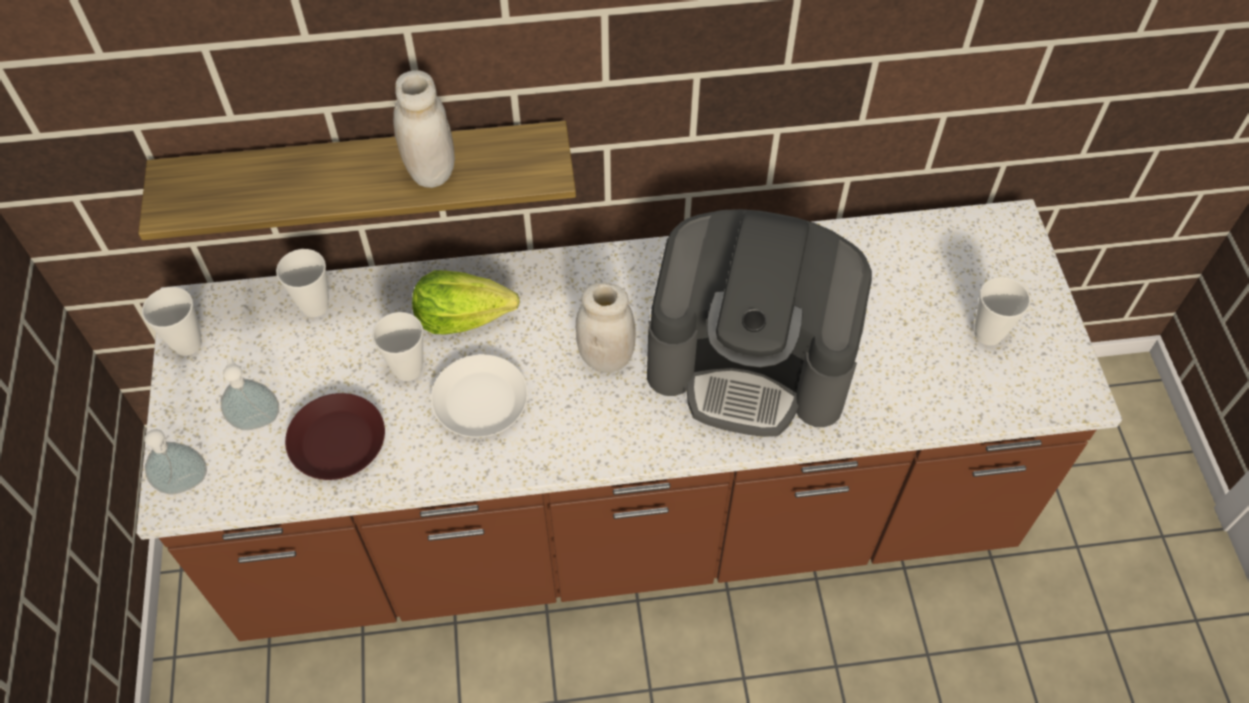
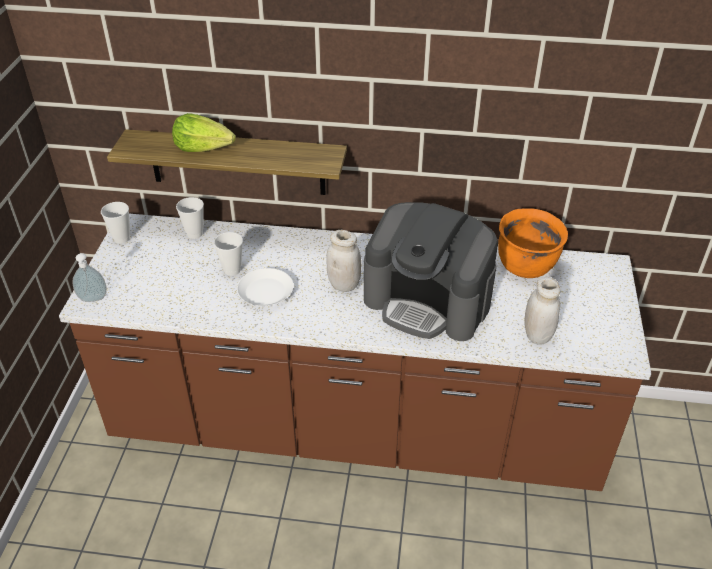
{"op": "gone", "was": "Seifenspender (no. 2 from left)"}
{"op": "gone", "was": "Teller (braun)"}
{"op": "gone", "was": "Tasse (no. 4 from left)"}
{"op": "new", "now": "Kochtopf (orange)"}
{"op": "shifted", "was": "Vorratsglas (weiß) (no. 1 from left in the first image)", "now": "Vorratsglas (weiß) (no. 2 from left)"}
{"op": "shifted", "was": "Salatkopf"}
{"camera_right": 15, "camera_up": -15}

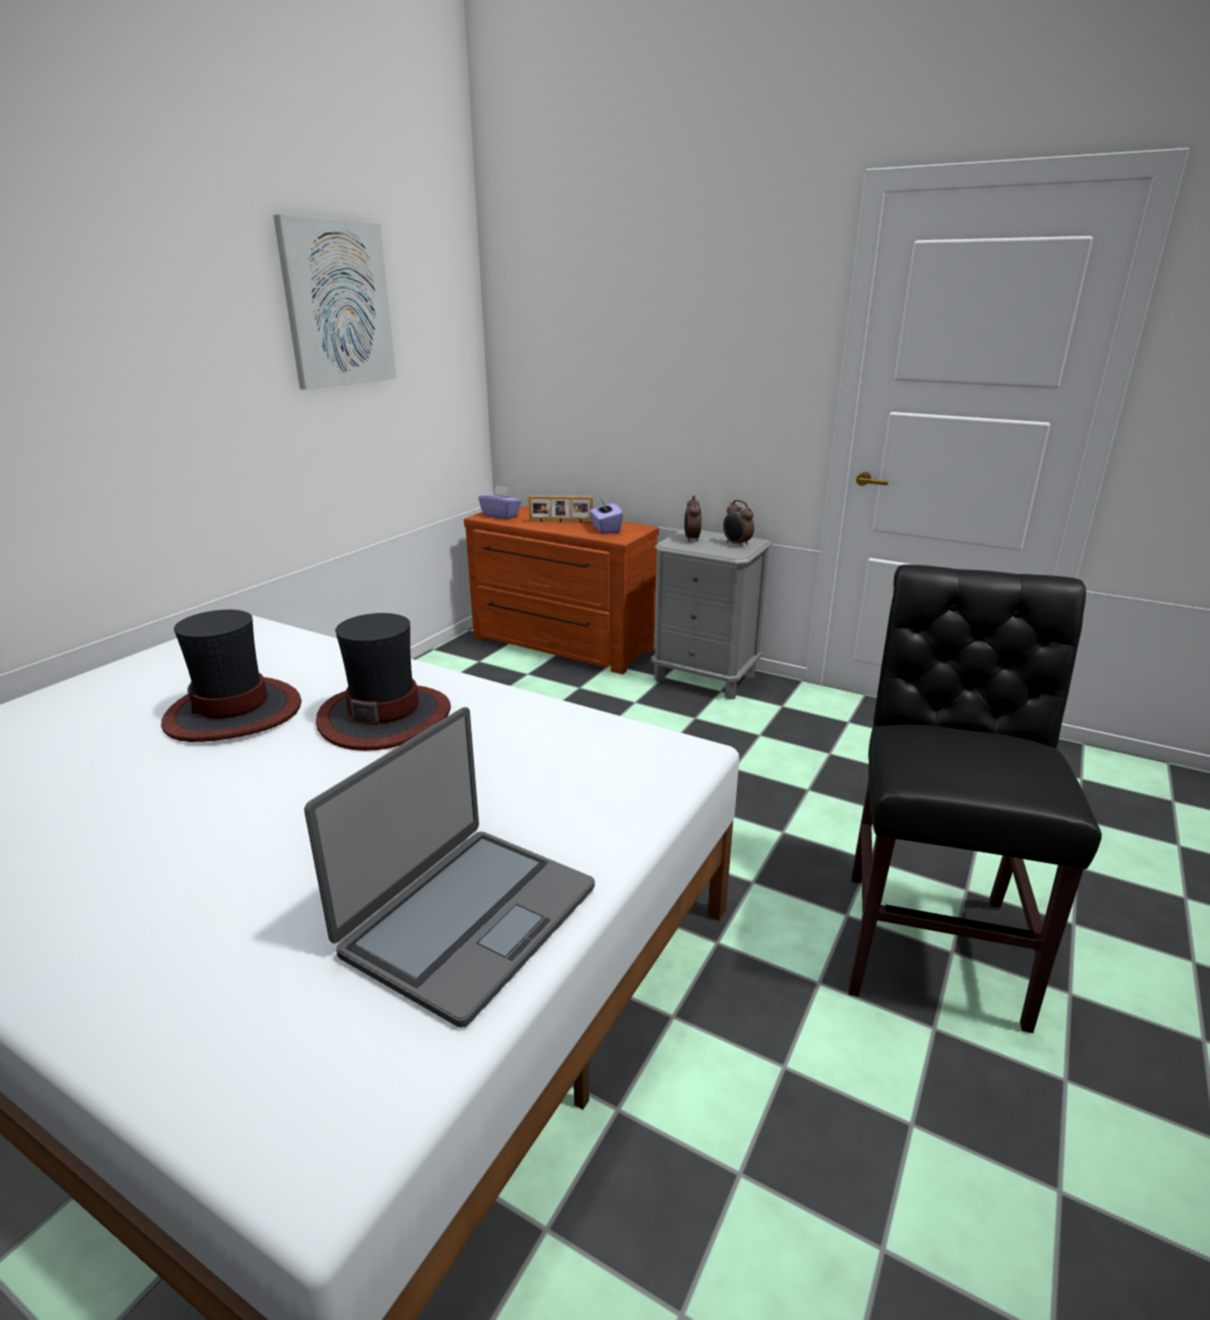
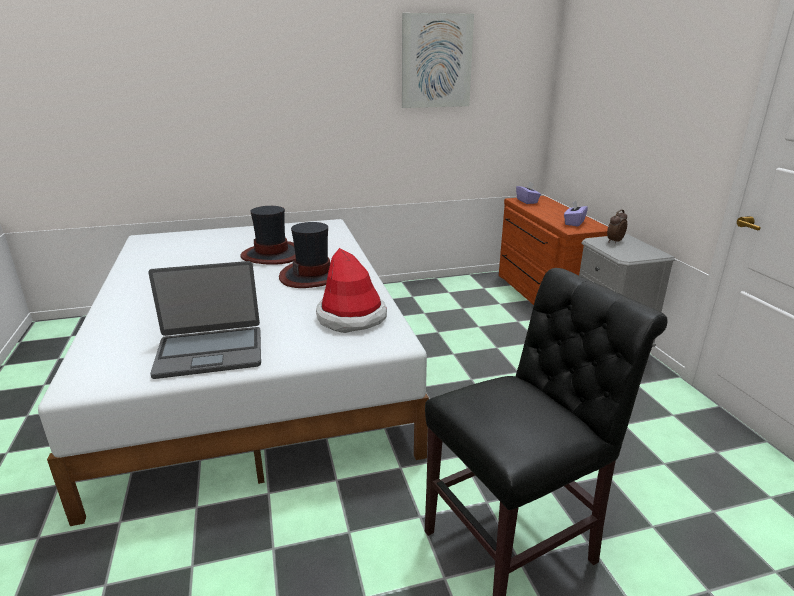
{"op": "gone", "was": "Bilderrahmen"}
{"op": "gone", "was": "Wecker (no. 2 from left)"}
{"op": "new", "now": "Hut (no. 3 from left)"}
{"camera_right": 45, "camera_up": 0}

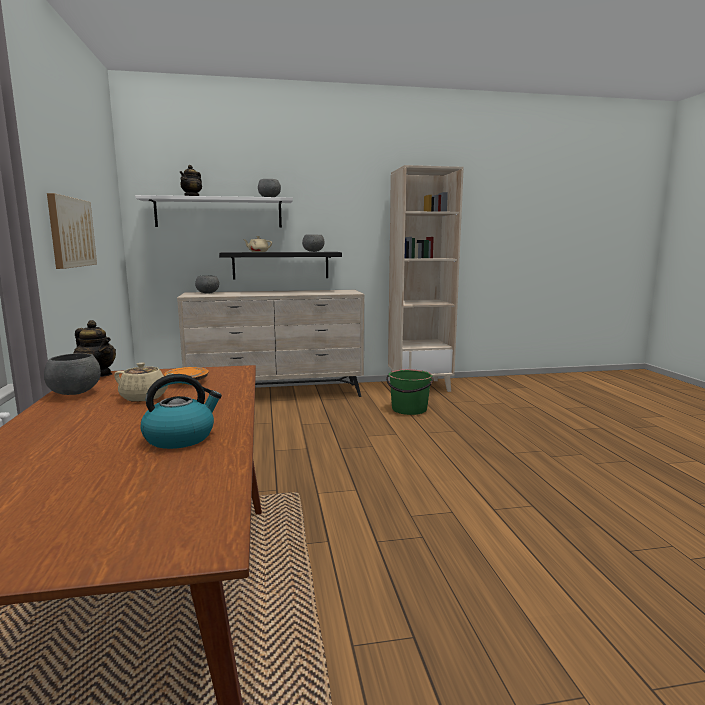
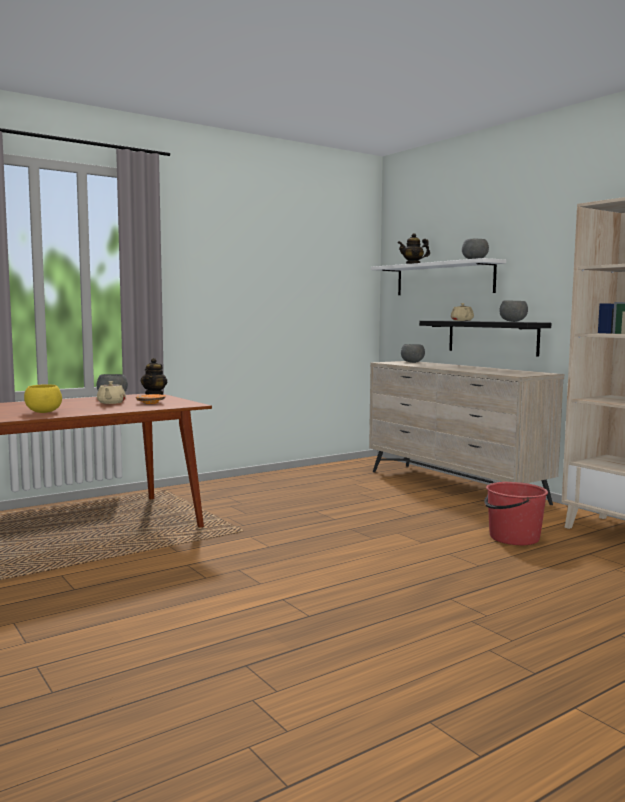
{"op": "gone", "was": "Bild"}
{"op": "swapped", "was": "Wasserkessel", "now": "Schüssel (gelb)"}
{"op": "repainted", "was": "Eimer (grün)", "now": "Eimer (rot)"}
{"camera_right": 65, "camera_up": -5}

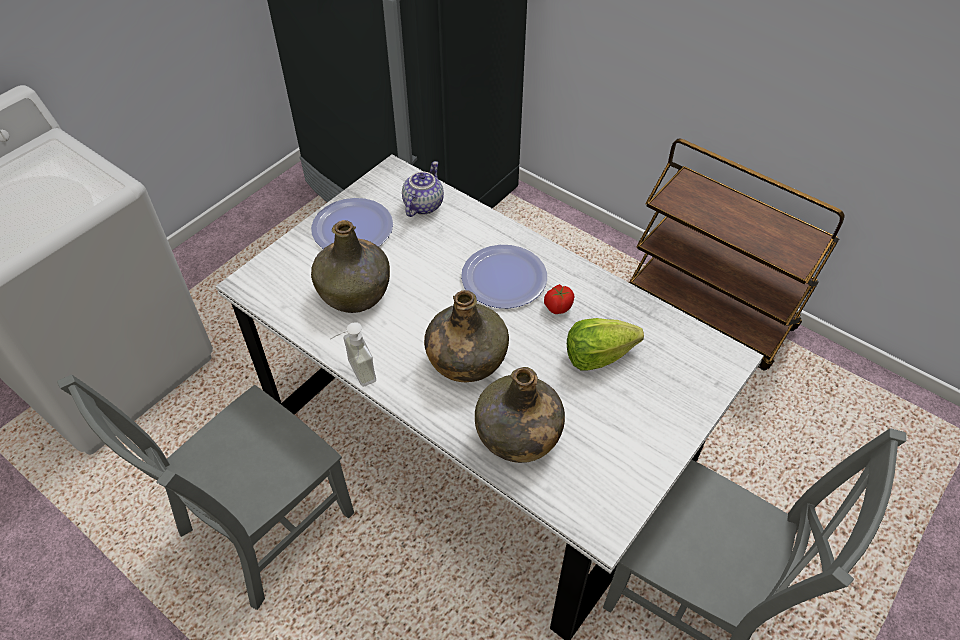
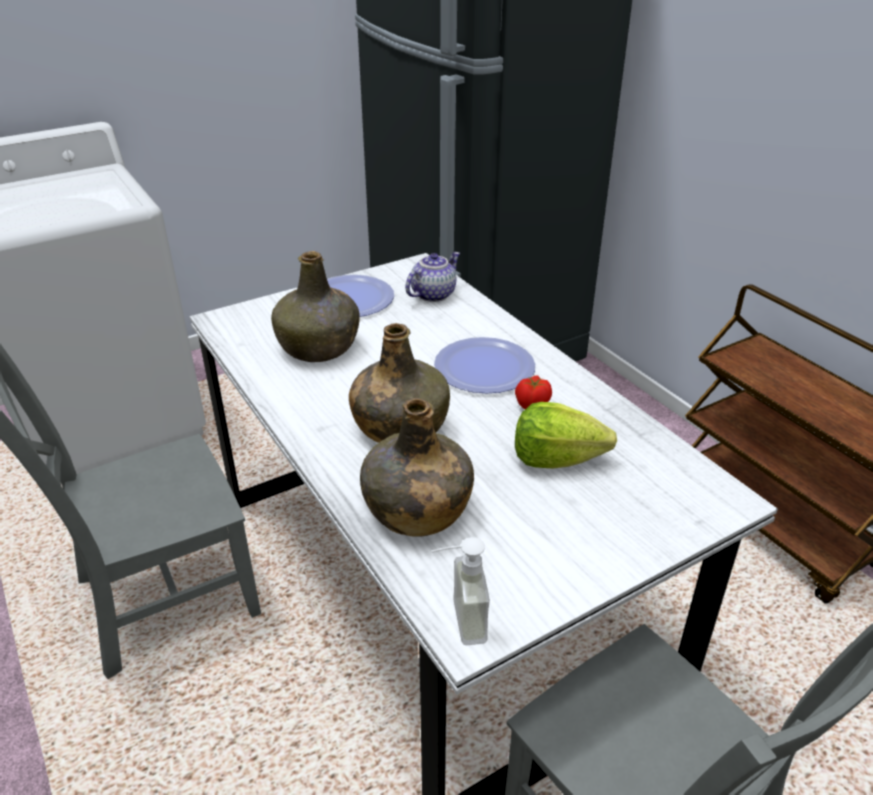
{"op": "shifted", "was": "Seifenspender"}
{"camera_right": 20, "camera_up": -15}

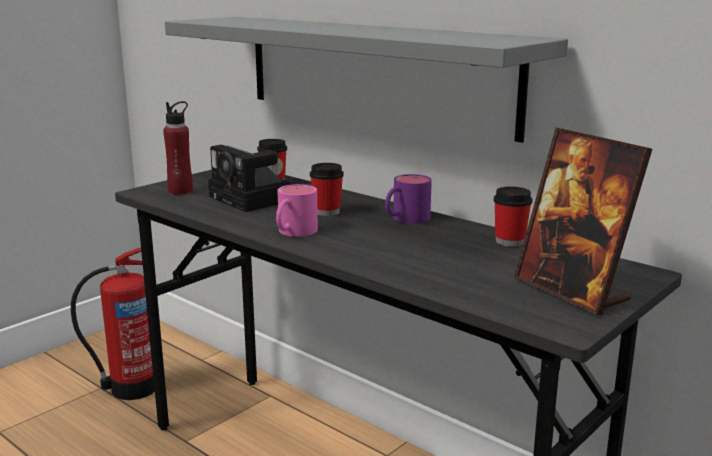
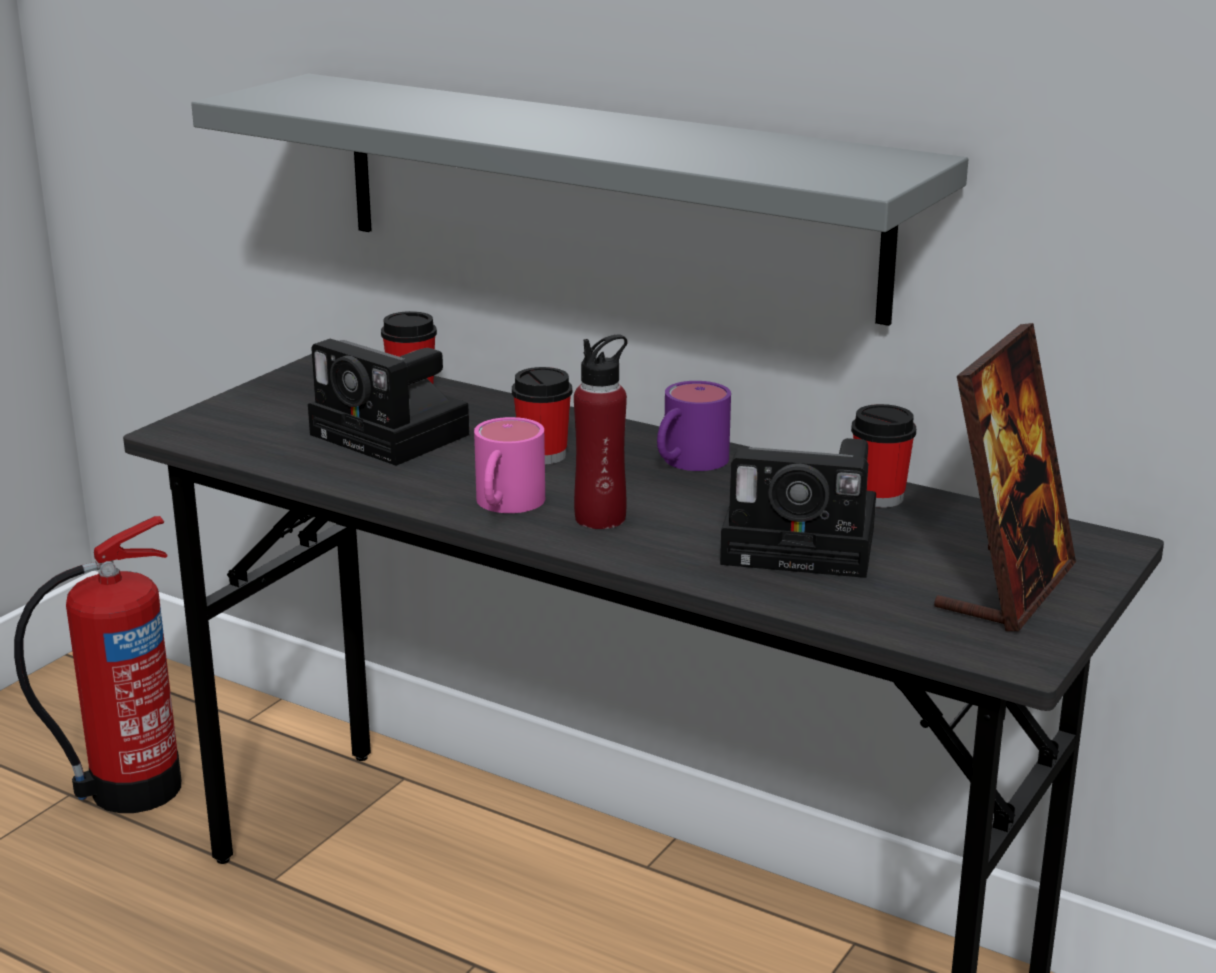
{"op": "new", "now": "Kamera (no. 2 from left)"}
{"op": "shifted", "was": "Flasche (rot)"}
{"op": "rotated", "was": "Bilderrahmen", "clockwise": -105}
{"camera_right": -10, "camera_up": 5}

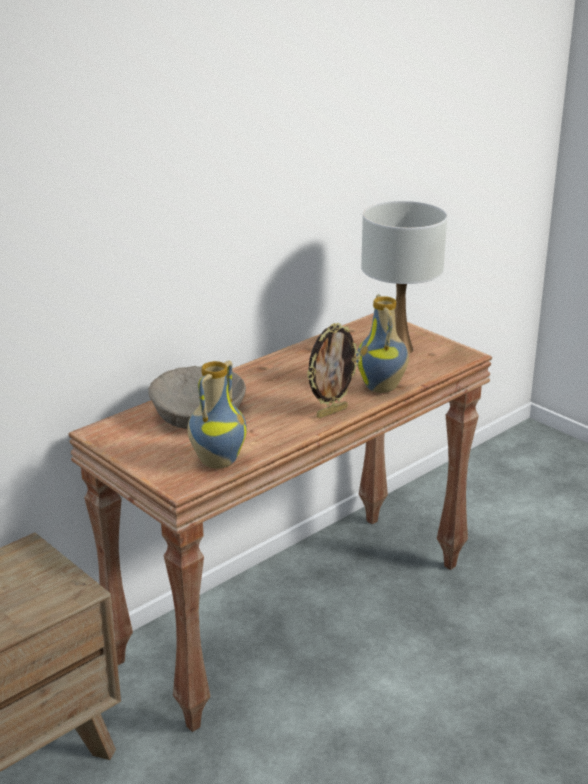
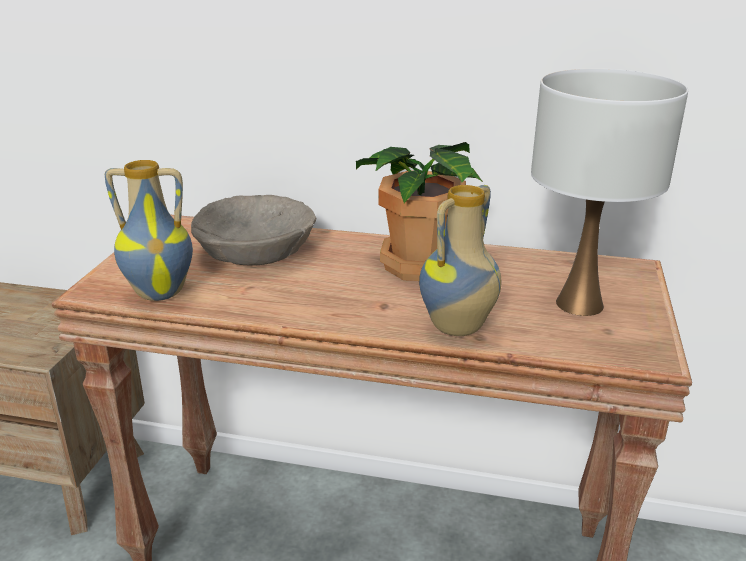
{"op": "gone", "was": "Bilderrahmen"}
{"op": "new", "now": "Topfpflanze"}
{"camera_right": 55, "camera_up": 0}

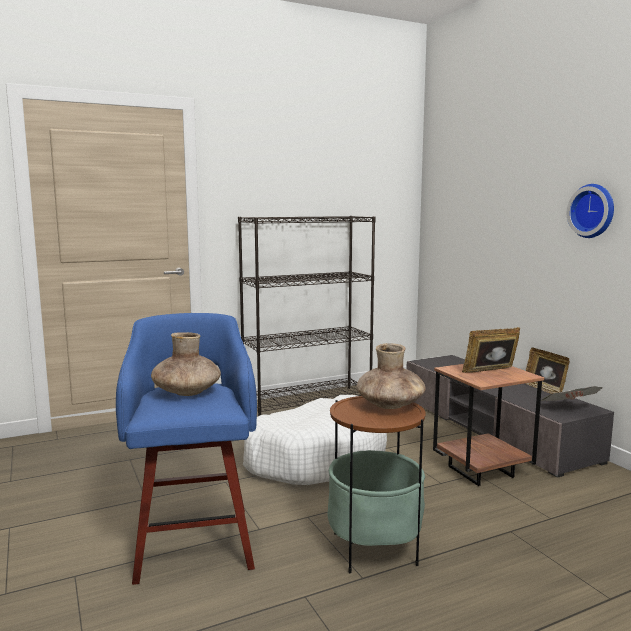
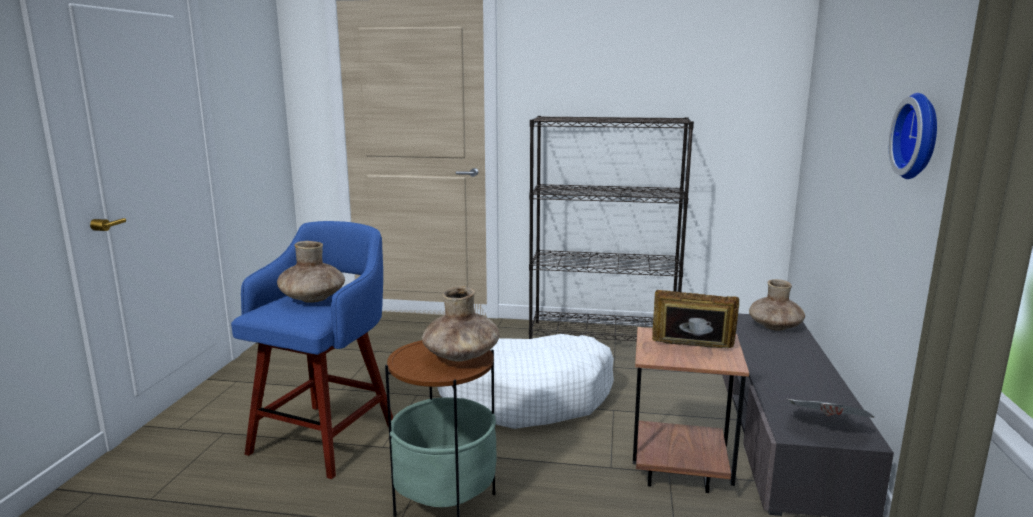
{"op": "gone", "was": "Bilderrahmen (no. 2 from left)"}
{"op": "new", "now": "Vase (braun) (no. 3 from left)"}
{"camera_right": 35, "camera_up": 5}

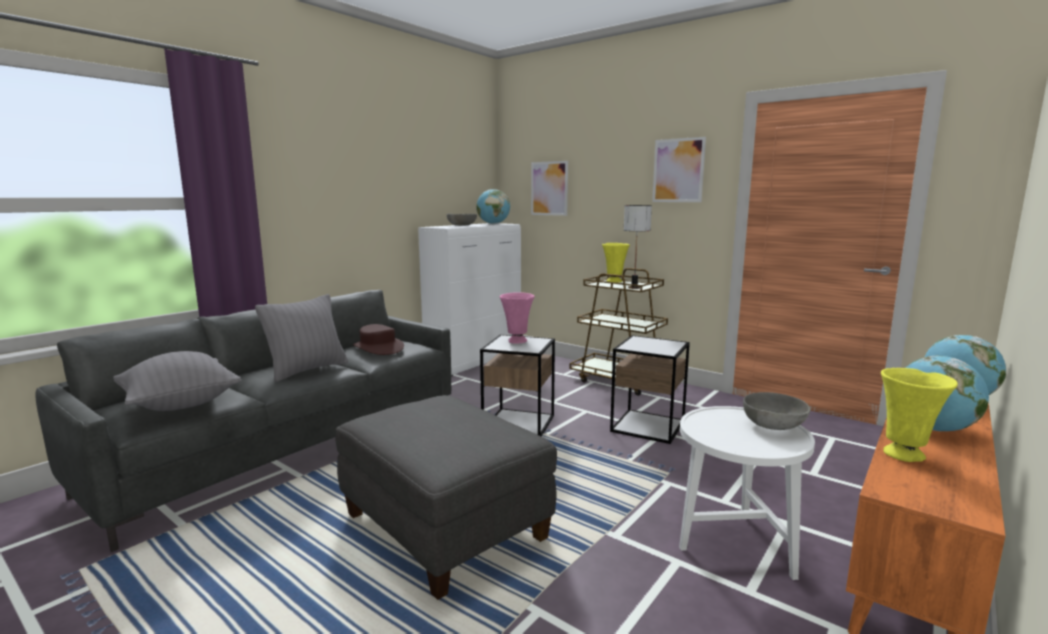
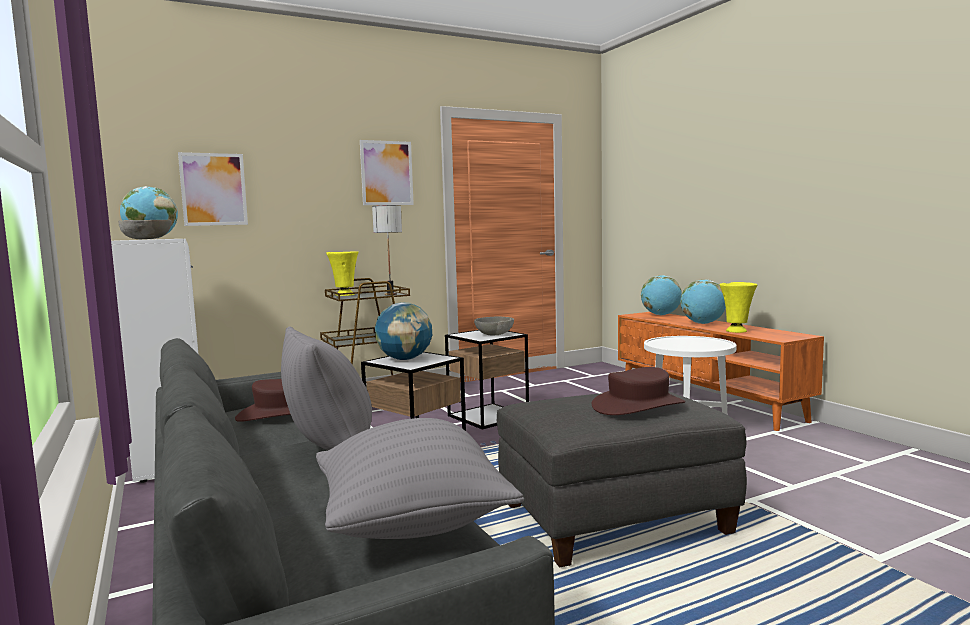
{"op": "new", "now": "Hut (braun) (no. 2 from left)"}
{"op": "shifted", "was": "Schüssel (grau) (no. 2 from left)"}
{"op": "swapped", "was": "Vase (rosa)", "now": "Globus (no. 2 from left)"}
{"camera_right": -65, "camera_up": -5}

